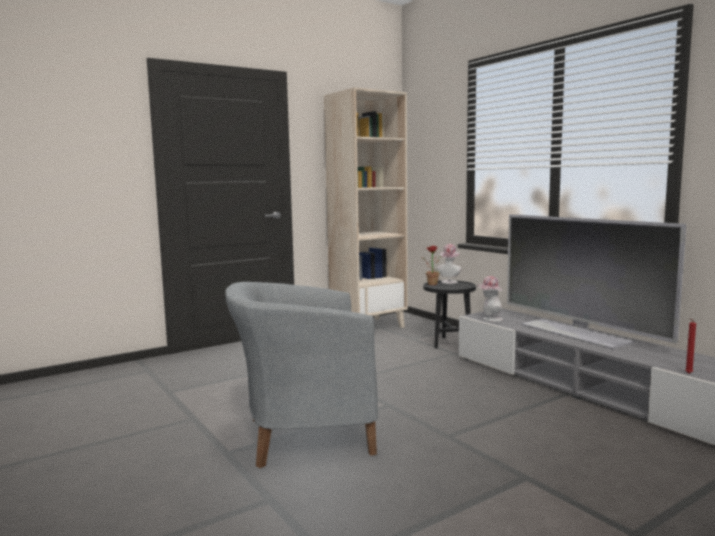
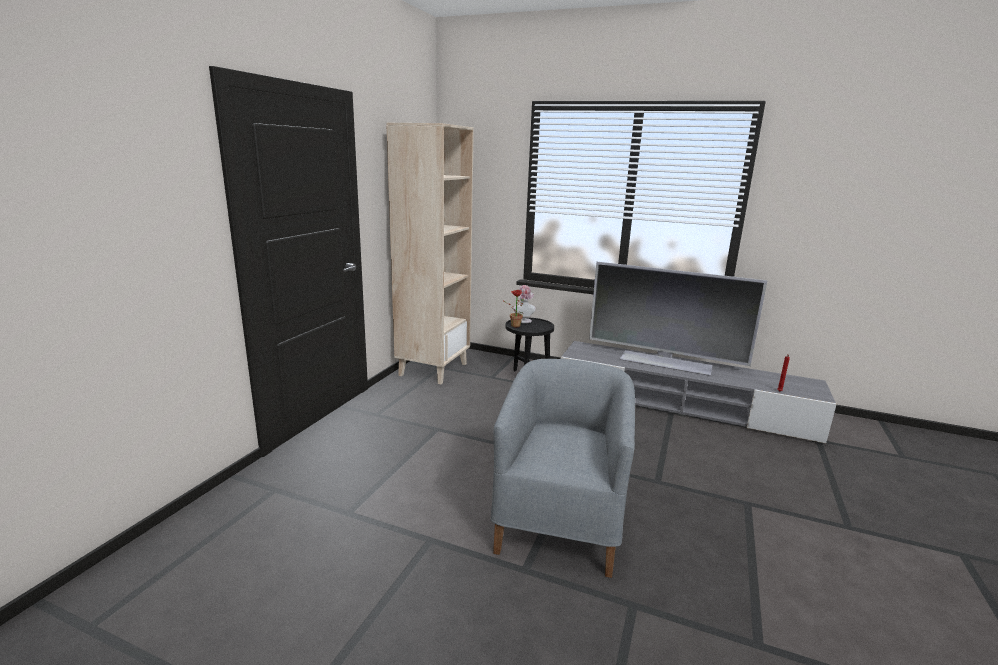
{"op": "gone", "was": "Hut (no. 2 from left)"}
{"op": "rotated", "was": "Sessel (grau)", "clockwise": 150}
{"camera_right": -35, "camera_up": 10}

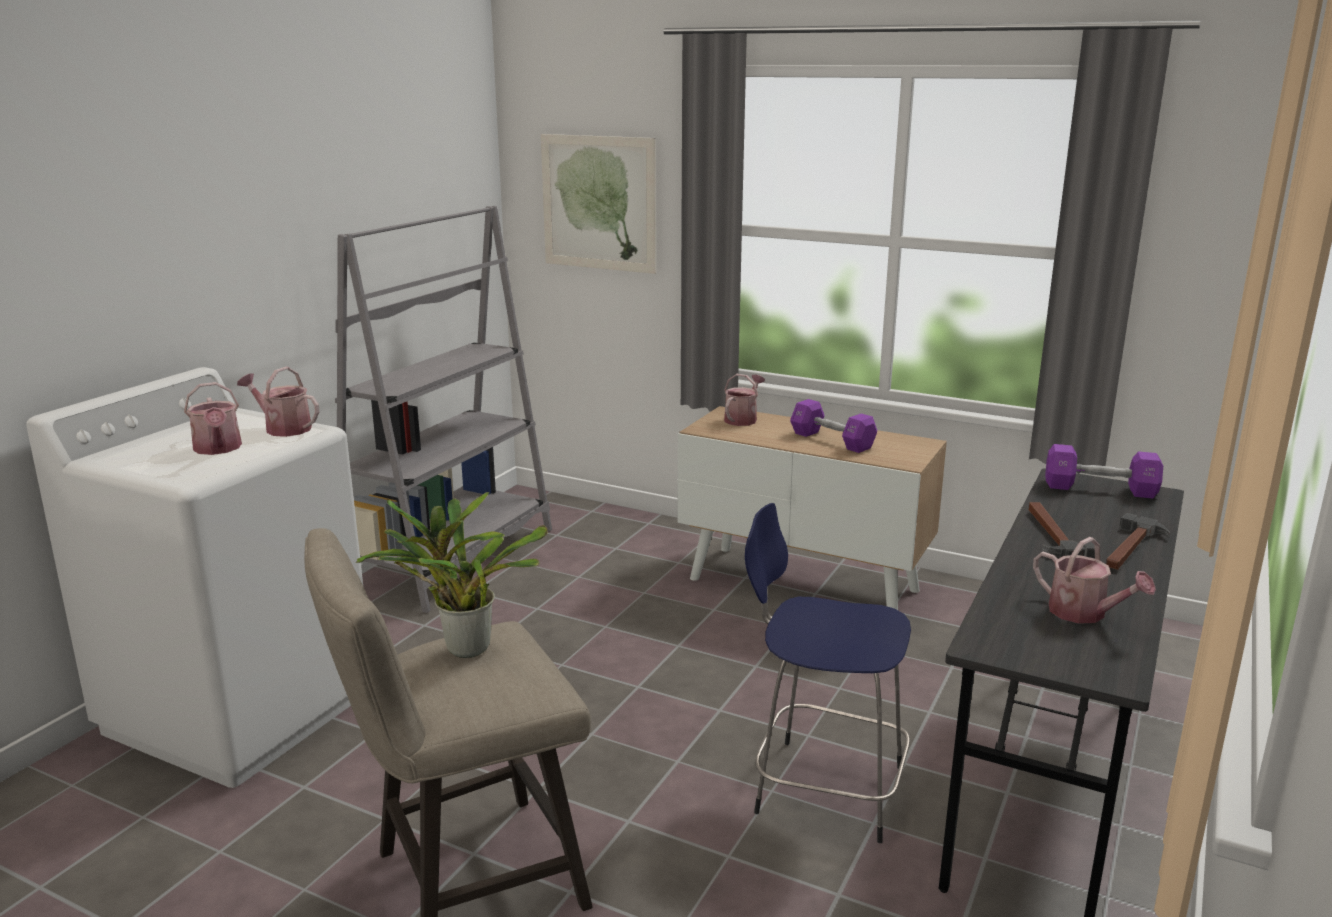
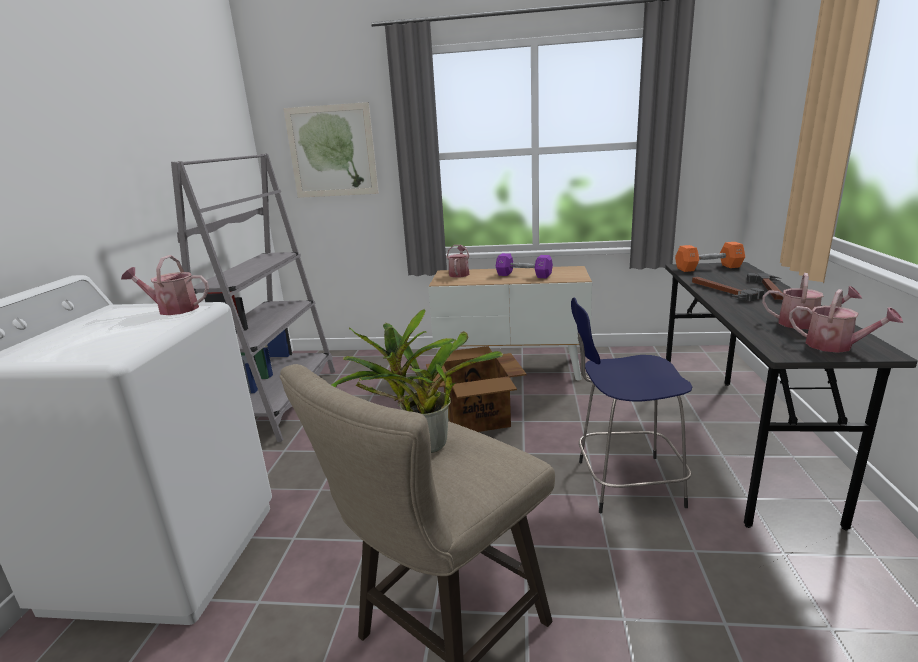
{"op": "new", "now": "Karton"}
{"op": "shifted", "was": "Gießkanne (no. 1 from left in the first image)", "now": "Gießkanne (no. 4 from left)"}
{"op": "repainted", "was": "Hantel (lila) (no. 2 from left)", "now": "Hantel (orange)"}
{"camera_right": -20, "camera_up": 0}

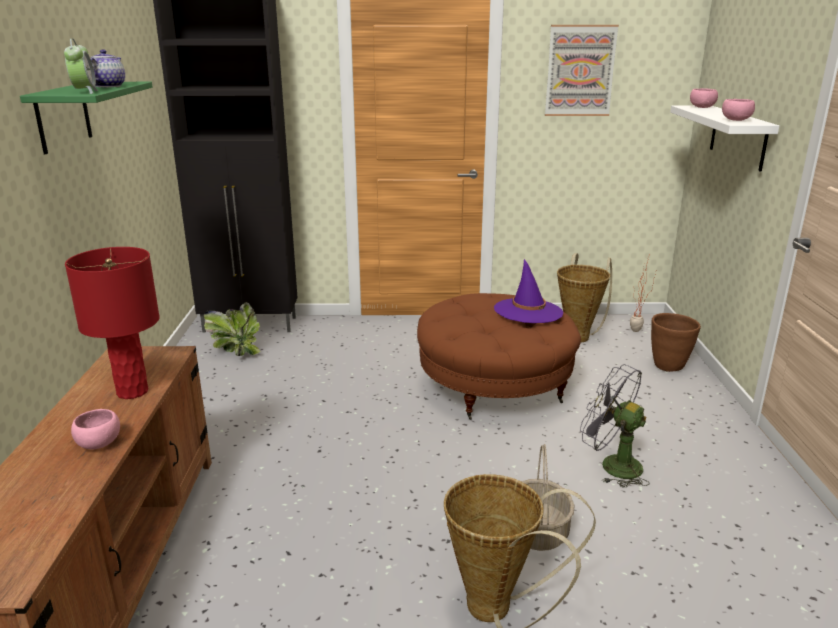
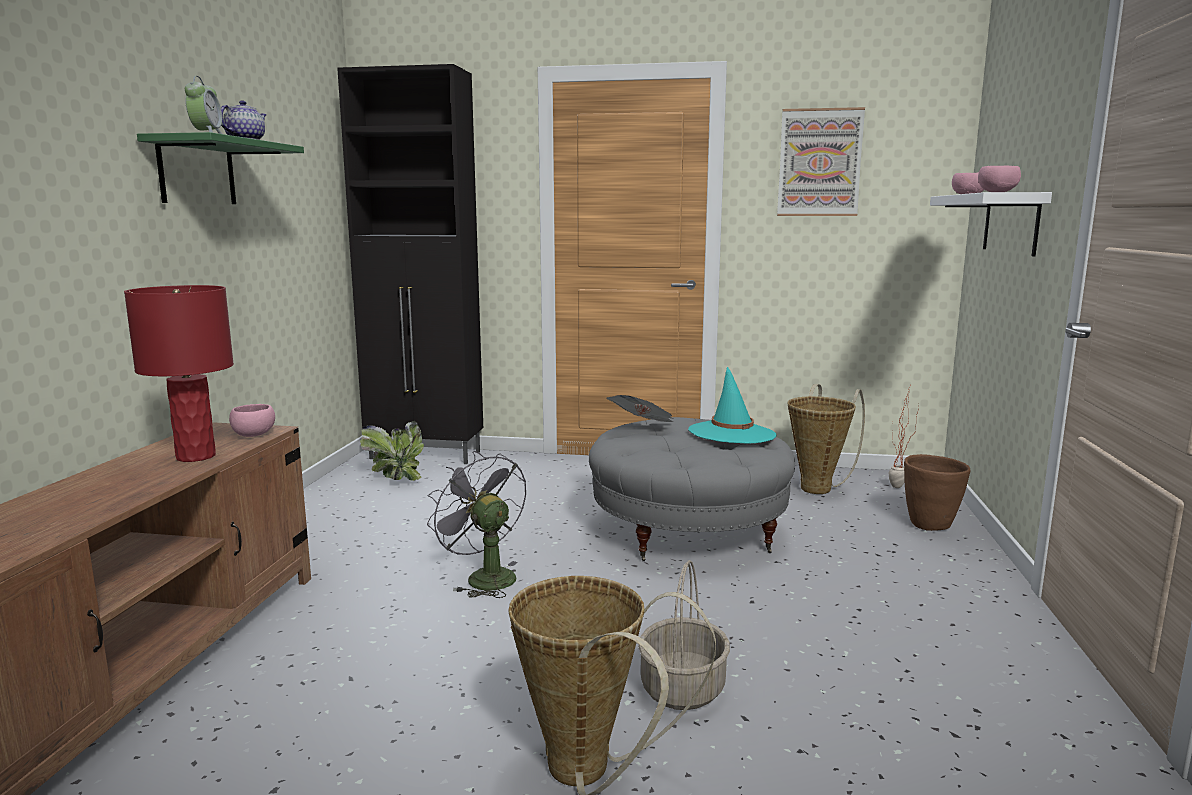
{"op": "new", "now": "Zeitung"}
{"op": "shifted", "was": "Schüssel (rosa) (no. 1 from left)"}
{"op": "shifted", "was": "Ventilator (grau)"}
{"op": "repainted", "was": "Polsterhocker (braun)", "now": "Polsterhocker (grau)"}
{"op": "repainted", "was": "Hut (lila)", "now": "Hut (türkis)"}
{"camera_right": 10, "camera_up": -10}

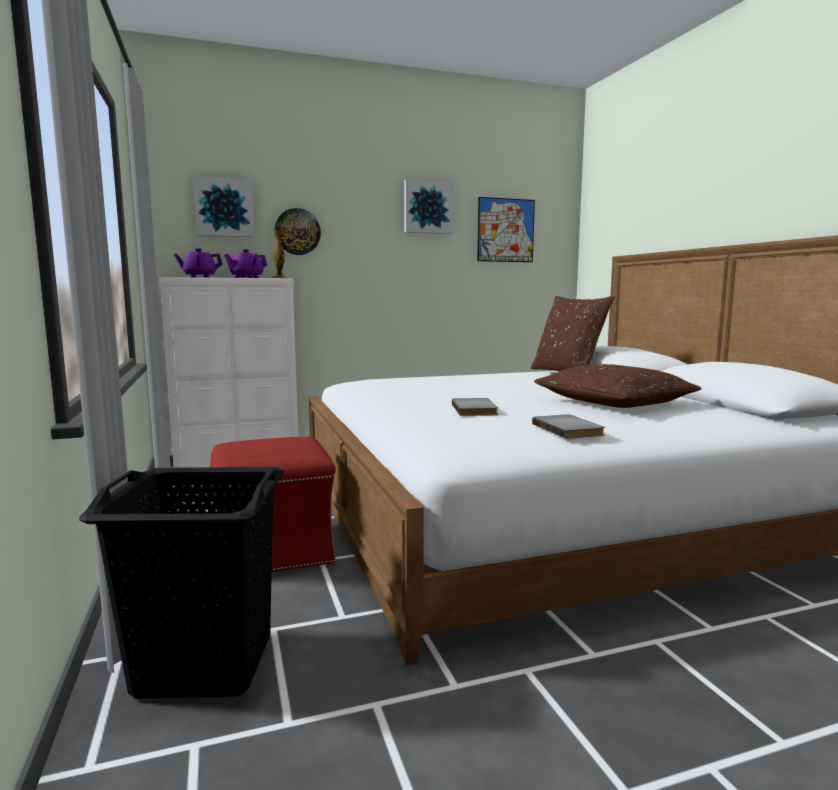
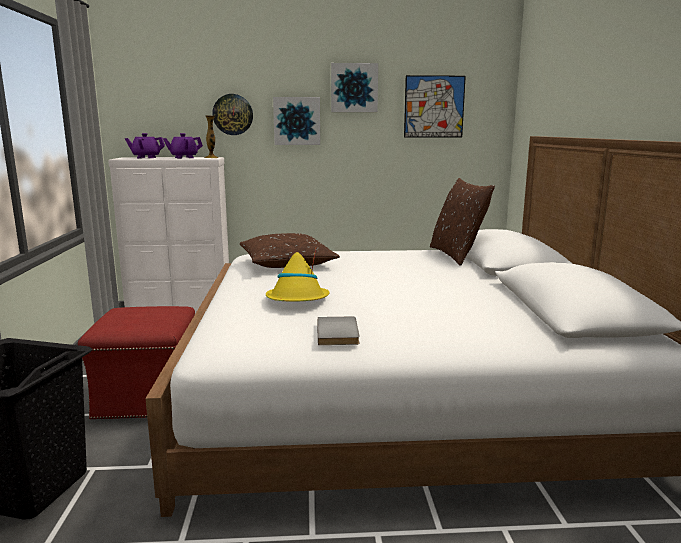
{"op": "shifted", "was": "Bild (no. 1 from left)"}
{"op": "shifted", "was": "Kissen (braun) (no. 2 from left in the first image)", "now": "Kissen (braun) (no. 1 from left)"}
{"op": "swapped", "was": "Buch (grau) (no. 1 from left)", "now": "Hut (gelb)"}
{"camera_right": 15, "camera_up": 5}

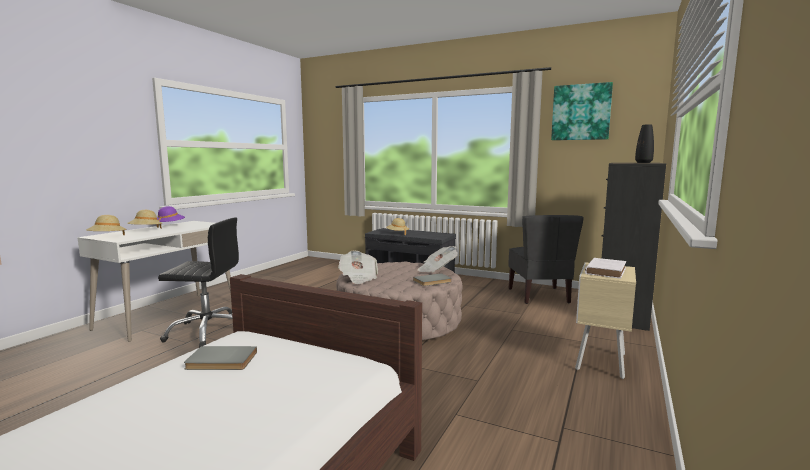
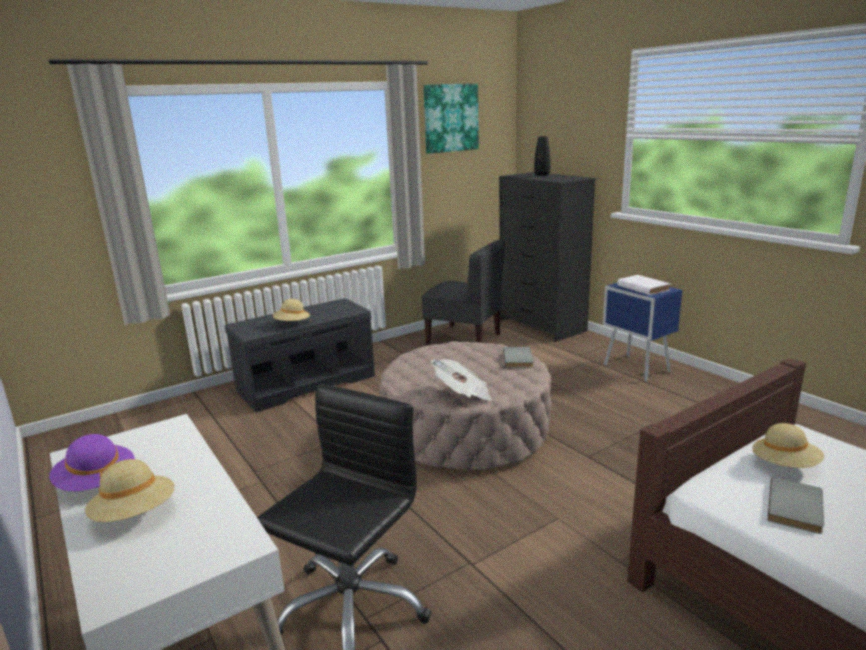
{"op": "gone", "was": "Zeitung (no. 2 from left)"}
{"op": "shifted", "was": "Hut (beige) (no. 1 from left in the first image)", "now": "Hut (beige) (no. 3 from left)"}
{"op": "repainted", "was": "Nachttisch (beige)", "now": "Nachttisch (blau)"}
{"camera_right": -60, "camera_up": 10}

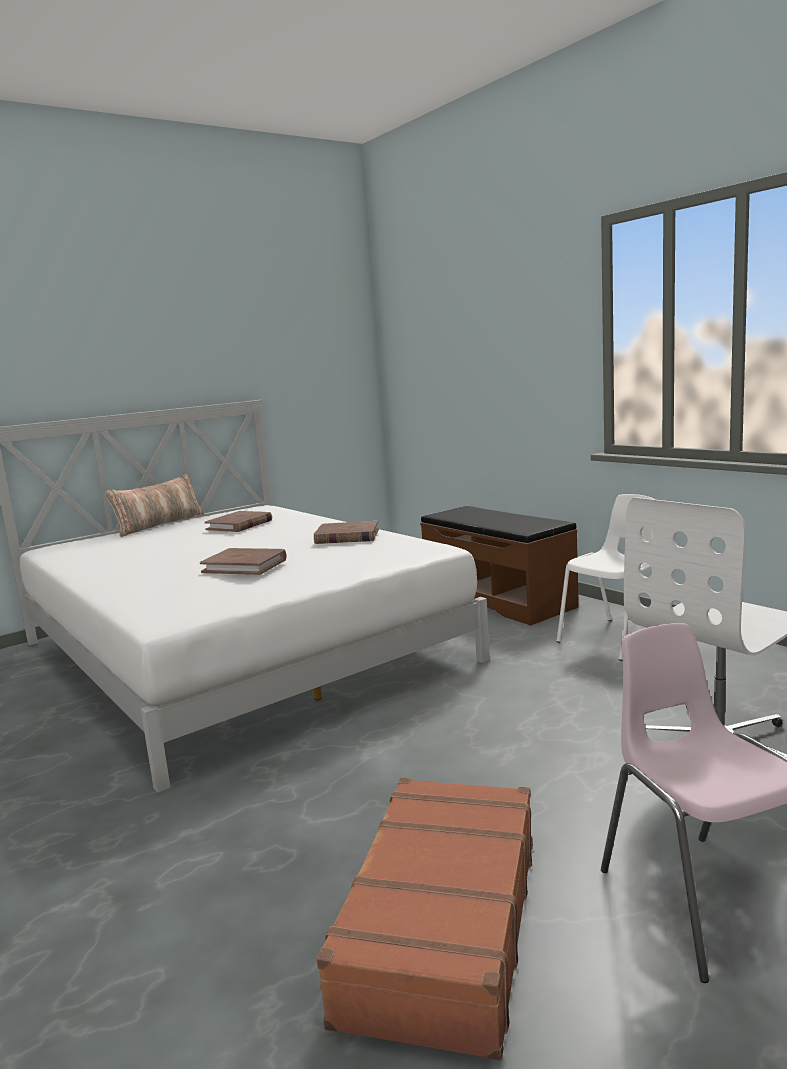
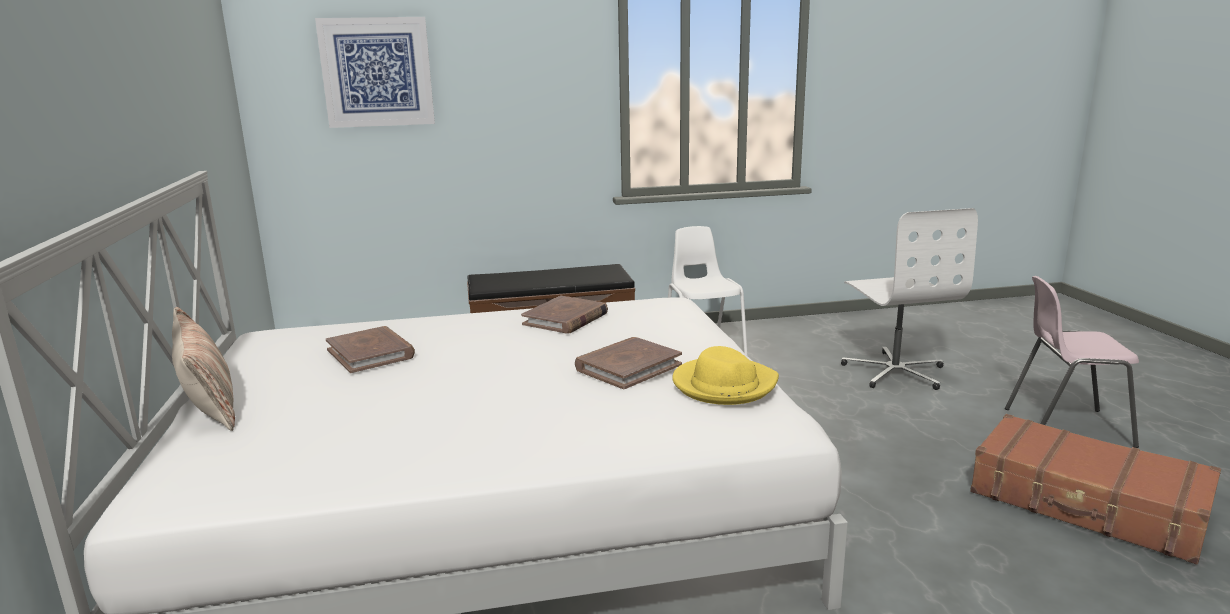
{"op": "new", "now": "Bild"}
{"op": "new", "now": "Hut (gelb)"}
{"camera_right": -65, "camera_up": 5}

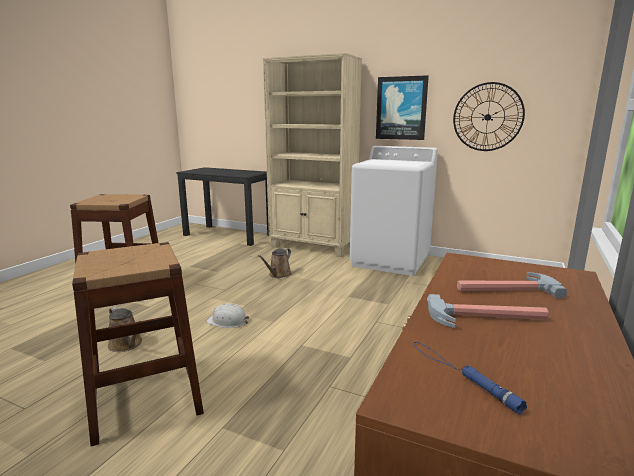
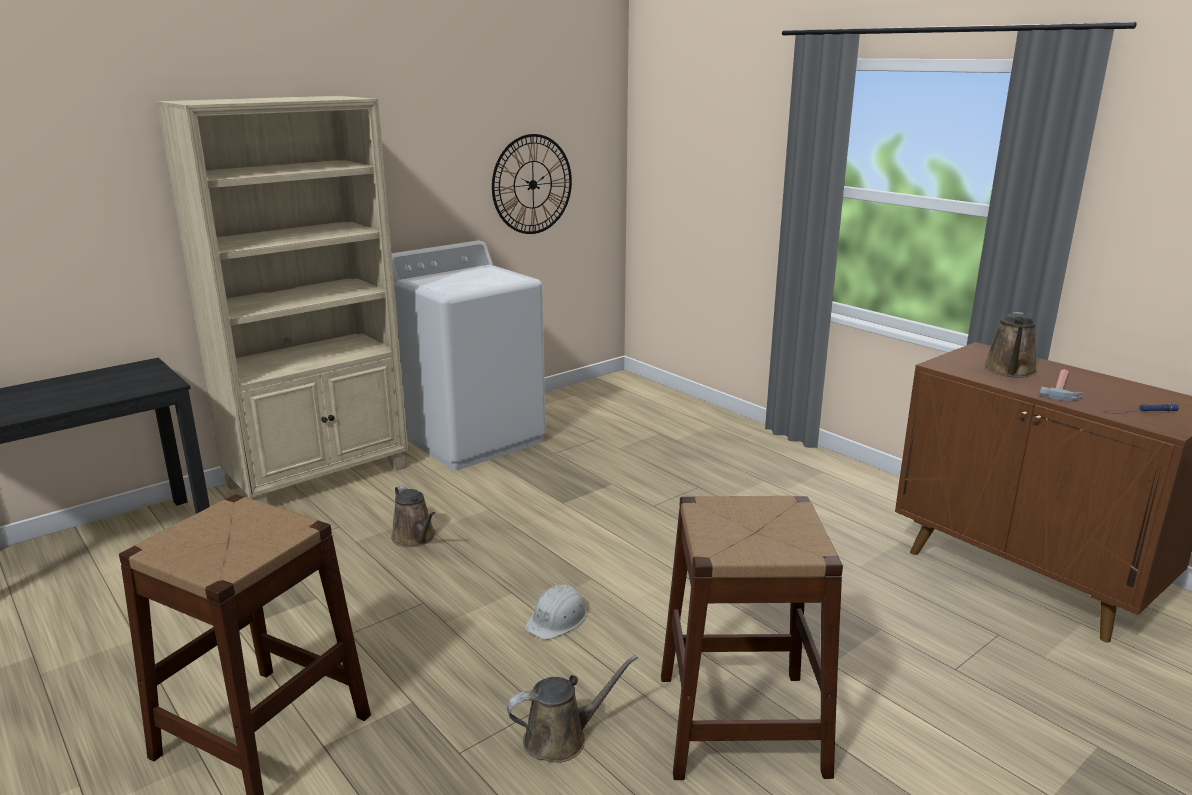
{"op": "gone", "was": "Bild"}
{"op": "swapped", "was": "Hammer (no. 2 from left)", "now": "Gießkanne (braun) (no. 3 from left)"}
{"camera_right": -65, "camera_up": 5}

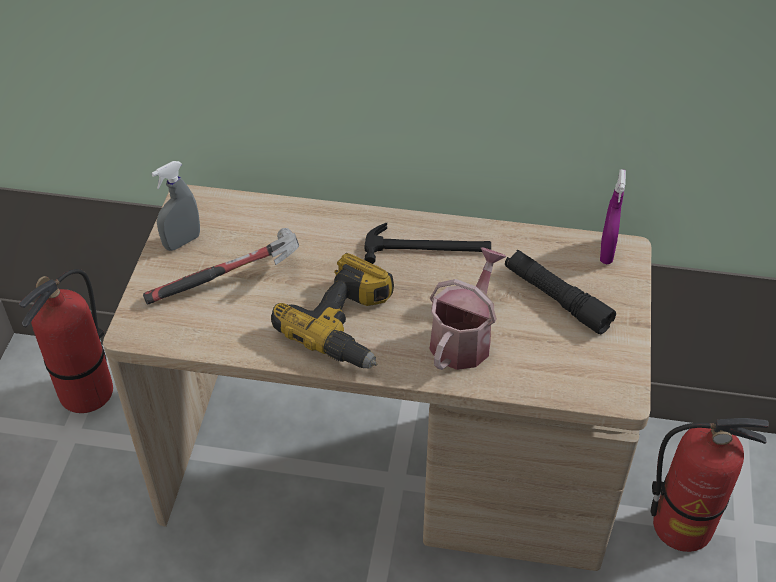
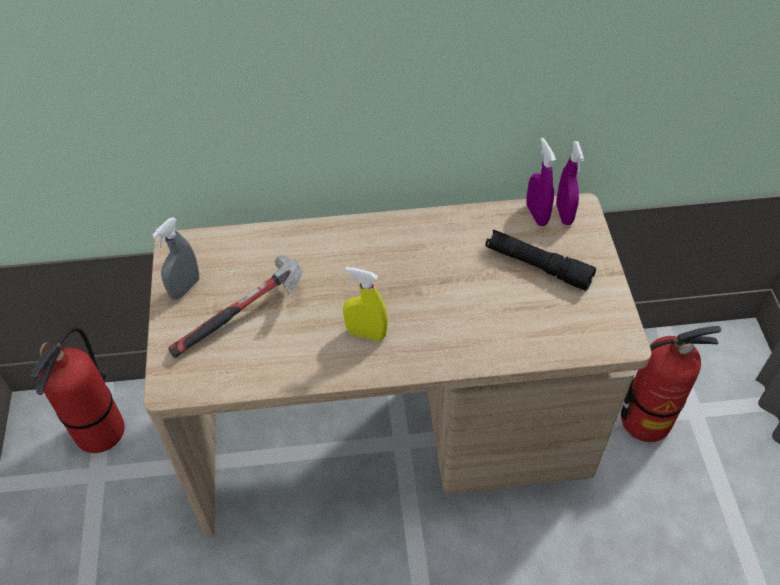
{"op": "gone", "was": "Hammer (no. 2 from left)"}
{"op": "gone", "was": "Gießkanne"}
{"op": "new", "now": "Sprühflasche (lila) (no. 1 from left)"}
{"op": "swapped", "was": "Bohrmaschine", "now": "Sprühflasche (gelb)"}
{"camera_right": -15, "camera_up": 5}

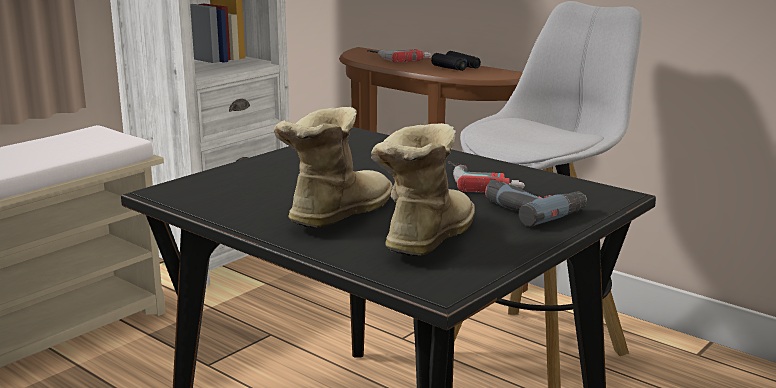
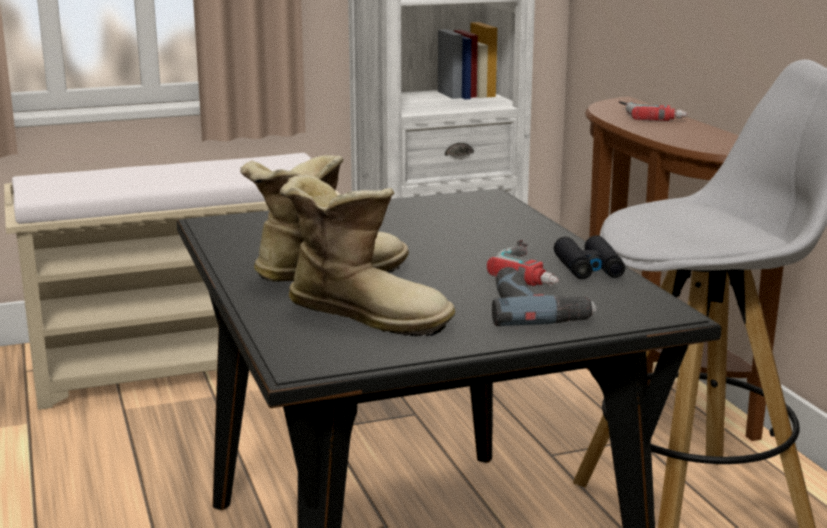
{"op": "shifted", "was": "Fernglas (schwarz)"}
{"op": "rotated", "was": "Stiefel (no. 2 from left)", "clockwise": 60}
{"camera_right": 30, "camera_up": 0}

